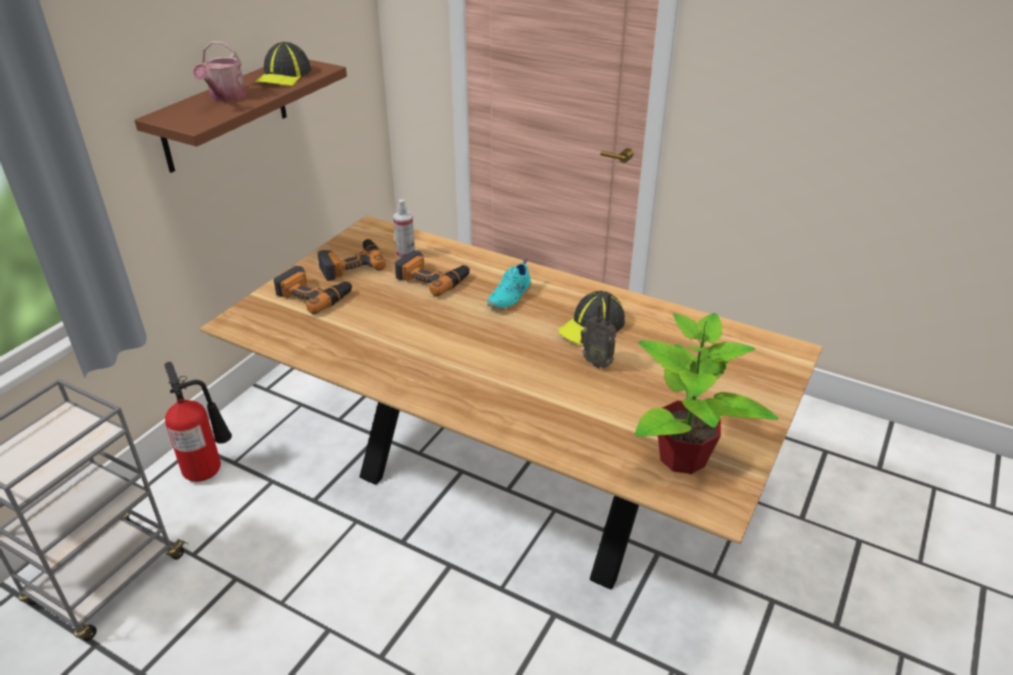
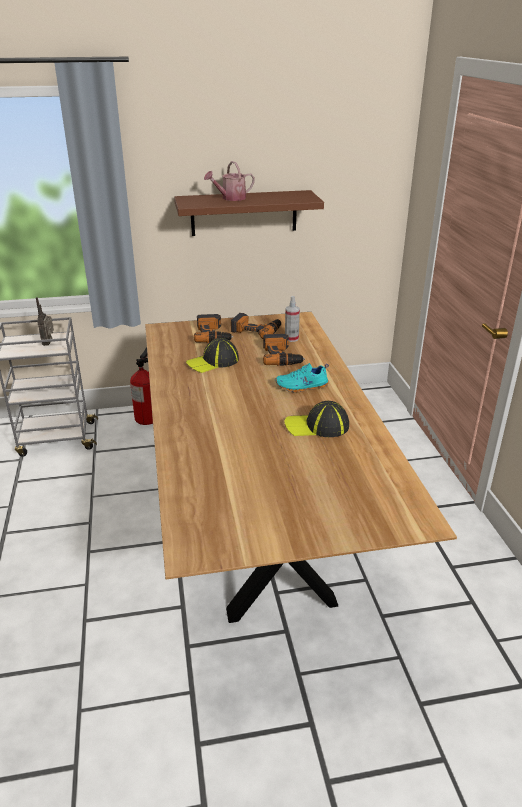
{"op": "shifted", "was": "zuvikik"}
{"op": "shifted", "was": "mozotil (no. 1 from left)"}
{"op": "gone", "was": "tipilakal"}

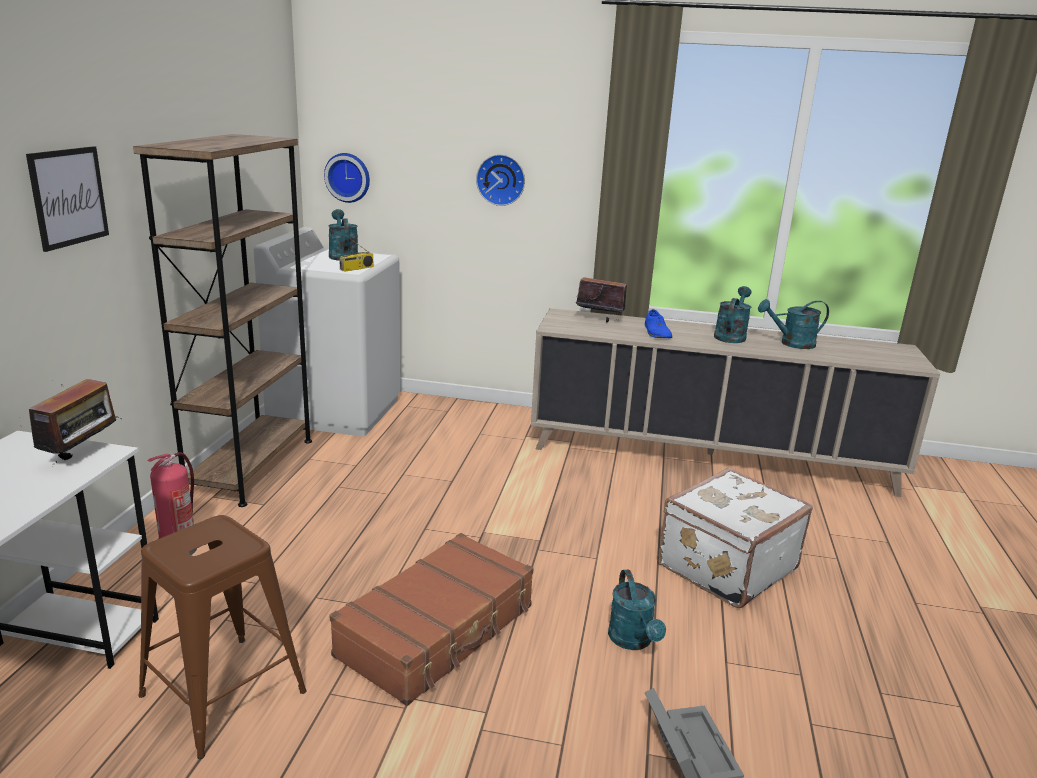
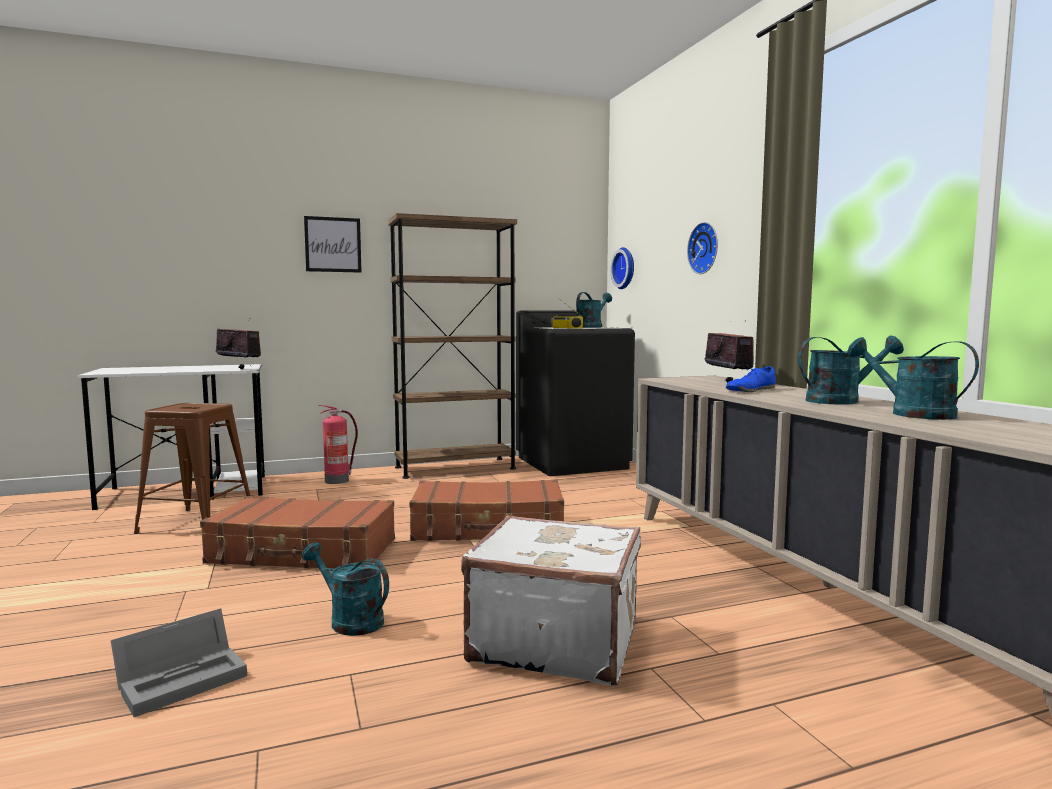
{"op": "rotated", "was": "zuvikik (no. 1 from left)", "clockwise": -135}
{"op": "rotated", "was": "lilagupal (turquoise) (no. 2 from left in the first image)", "clockwise": 75}
{"op": "new", "now": "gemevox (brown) (no. 2 from left)"}
{"op": "repainted", "was": "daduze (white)", "now": "daduze (black)"}

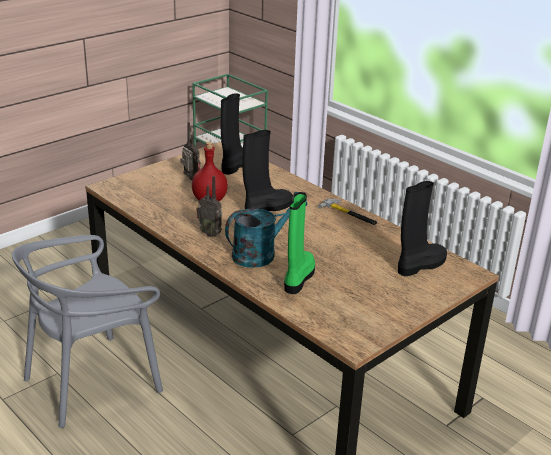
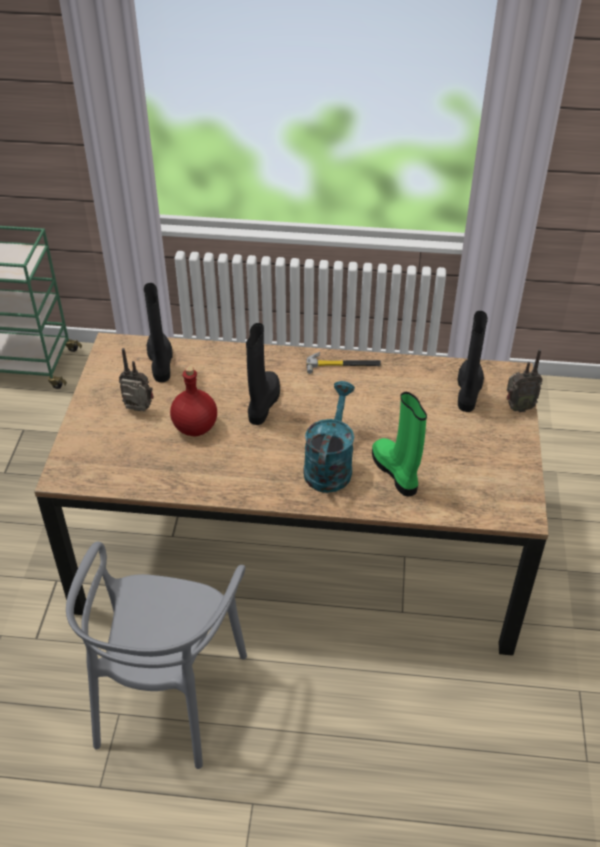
{"op": "shifted", "was": "zuvikik (no. 2 from left)"}

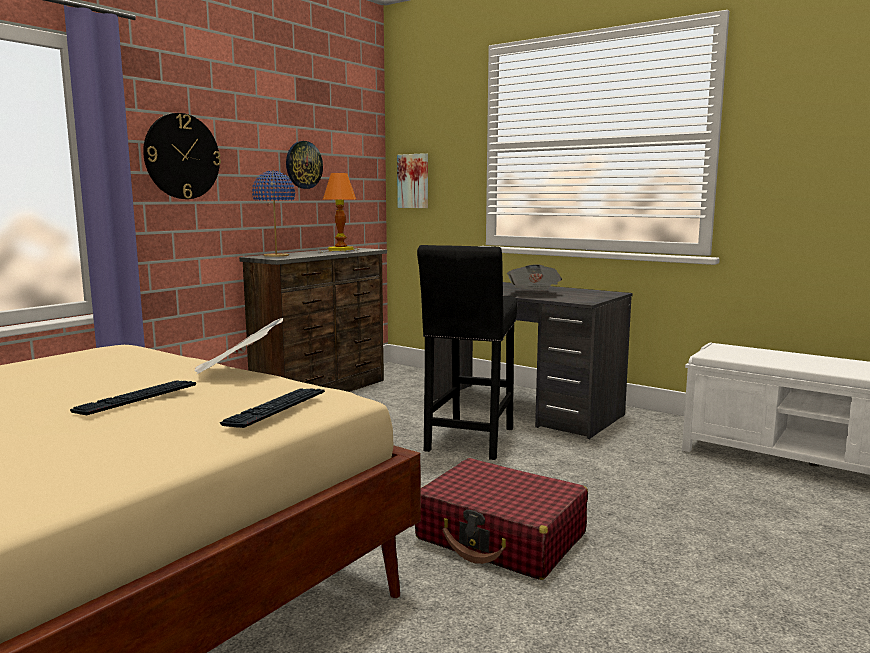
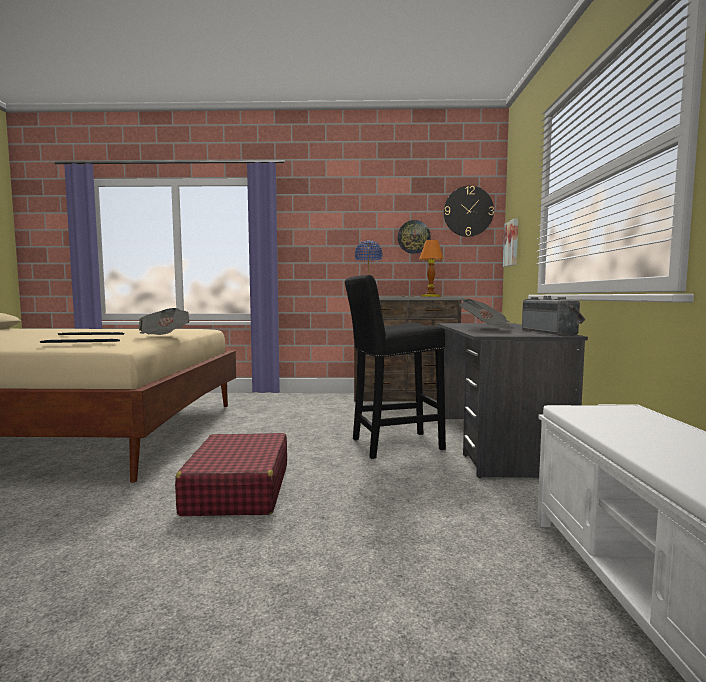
{"op": "shifted", "was": "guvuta (no. 1 from left in the first image)", "now": "guvuta (no. 2 from left)"}
{"op": "new", "now": "zuvikik"}

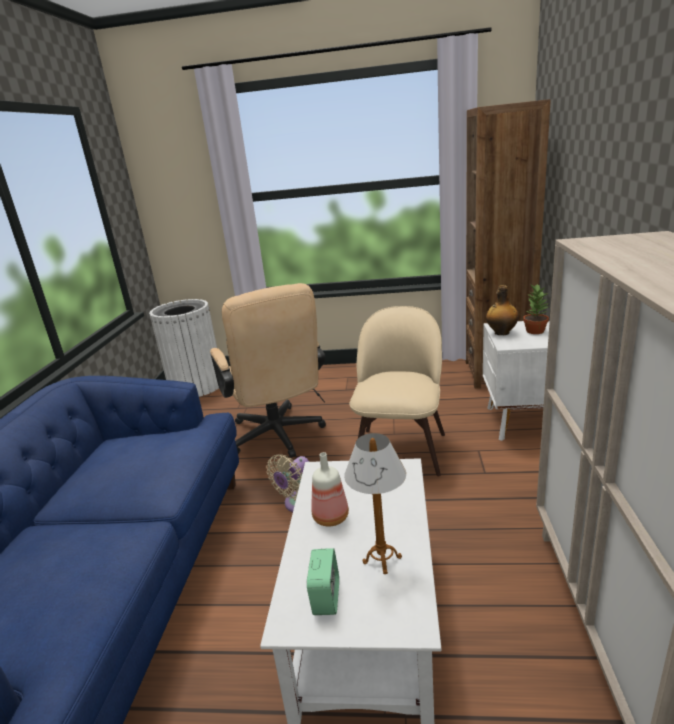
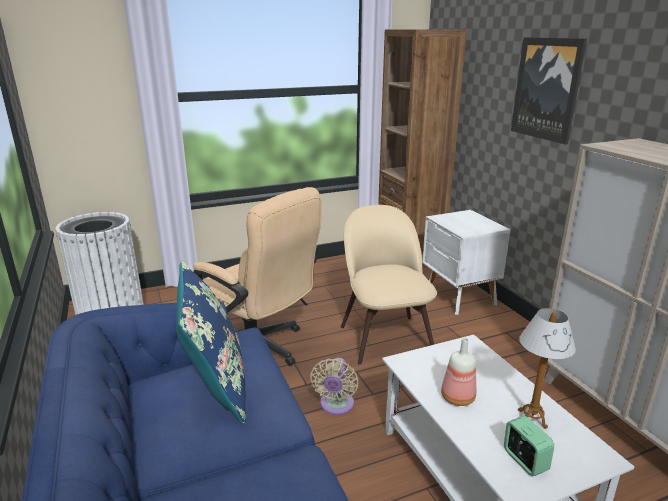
{"op": "new", "now": "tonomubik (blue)"}
{"op": "new", "now": "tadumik"}
{"op": "gone", "was": "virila (no. 2 from left)"}
{"op": "gone", "was": "tipilakal"}

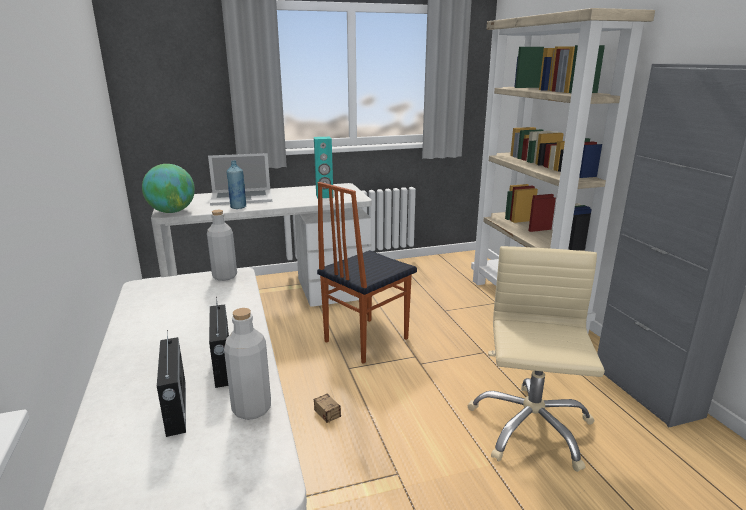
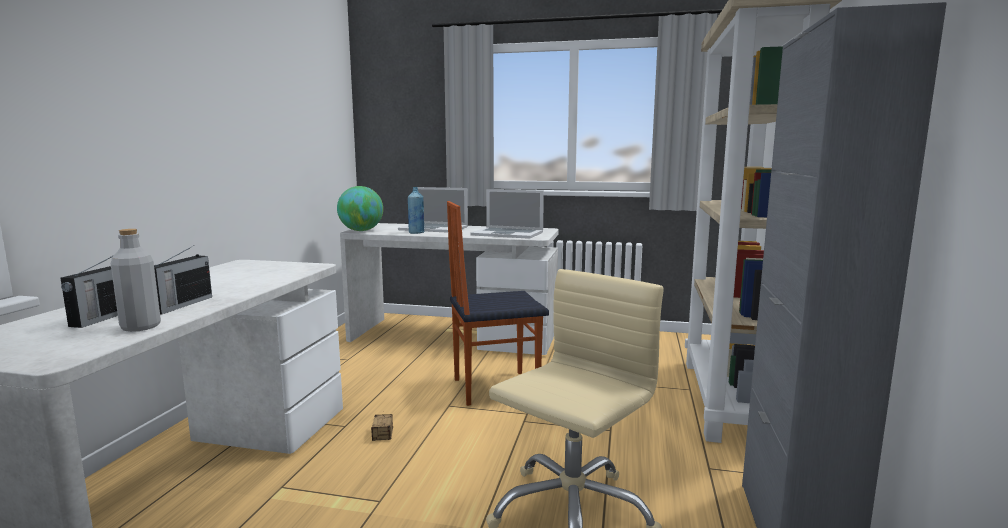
{"op": "swapped", "was": "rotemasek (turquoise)", "now": "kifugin (no. 2 from left)"}
{"op": "gone", "was": "virila (grey) (no. 1 from left)"}

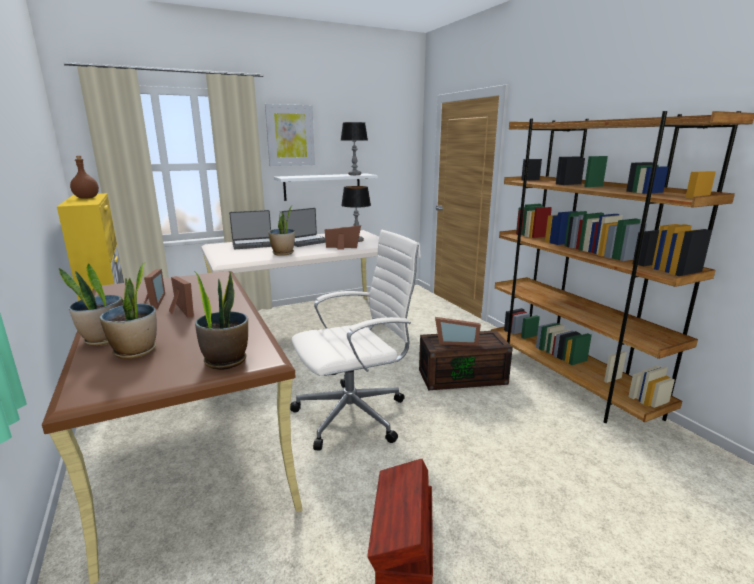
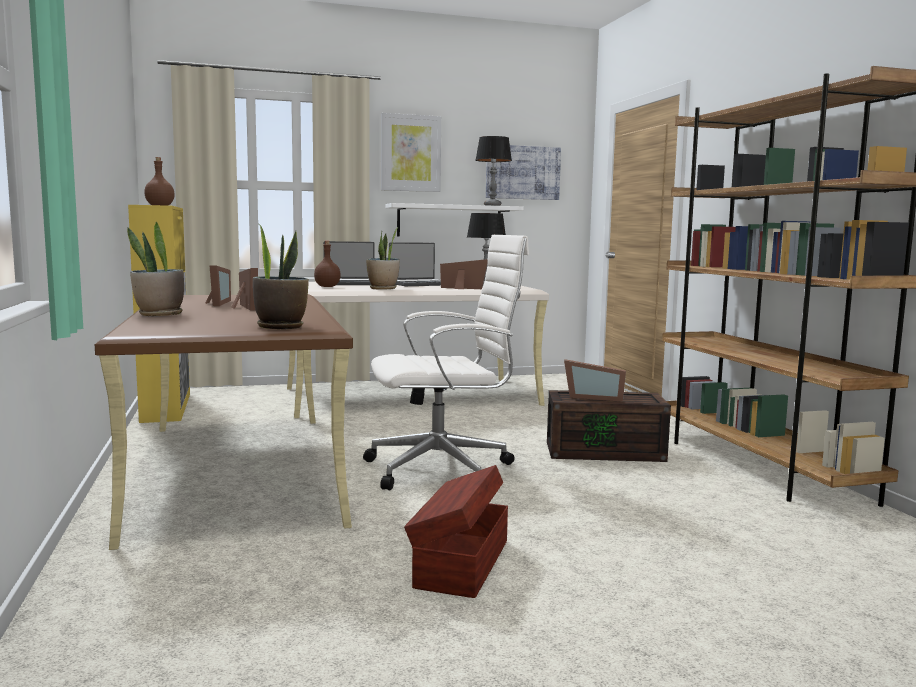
{"op": "new", "now": "virila (brown) (no. 2 from left)"}
{"op": "new", "now": "tadumik (no. 2 from left)"}
{"op": "gone", "was": "tipilakal (no. 2 from left)"}

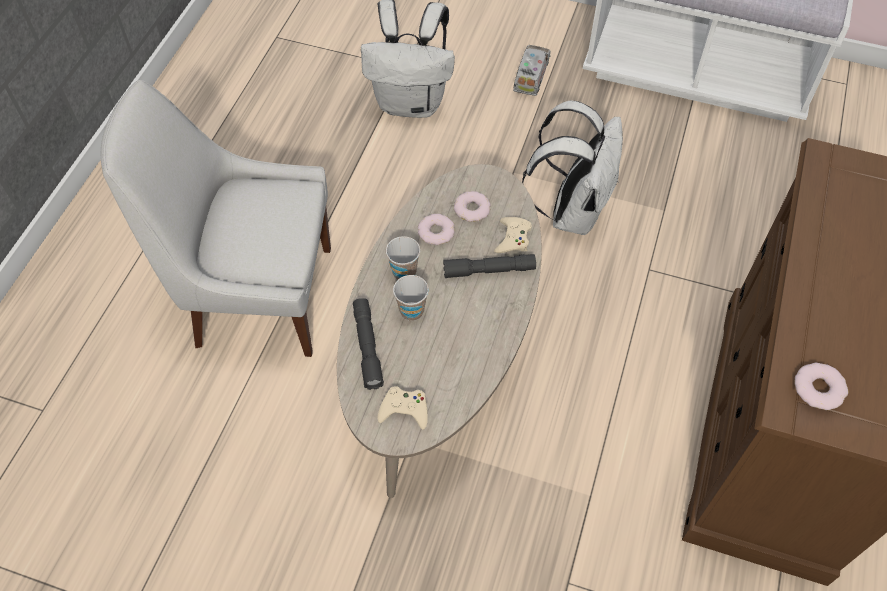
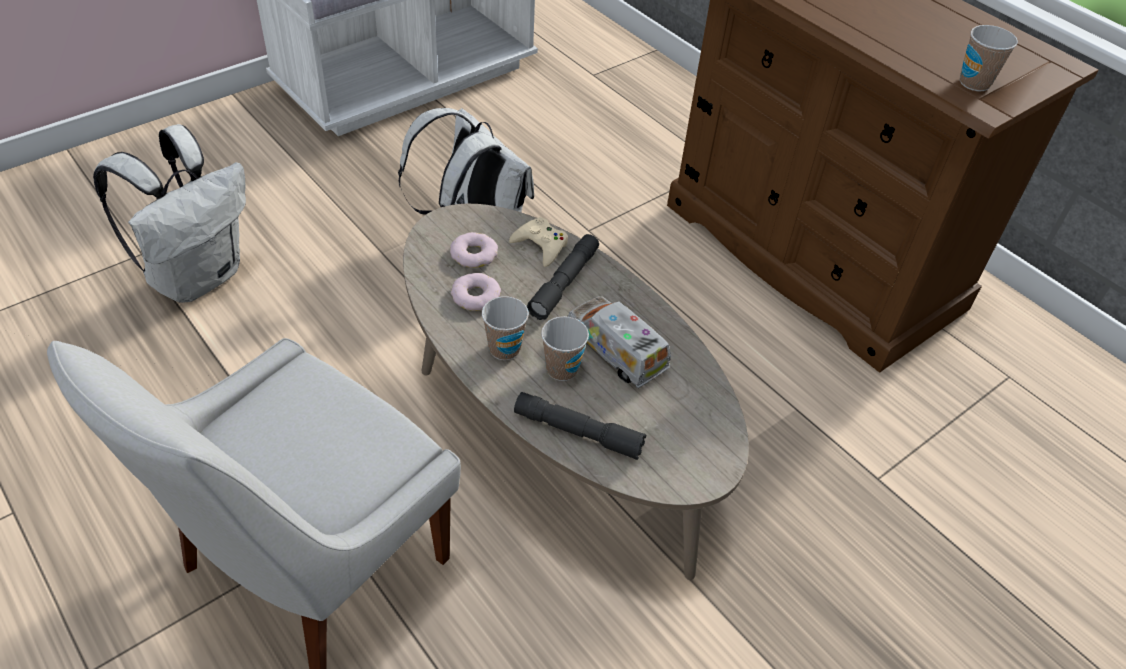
{"op": "shifted", "was": "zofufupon"}
{"op": "swapped", "was": "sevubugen (no. 3 from left)", "now": "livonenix (no. 3 from left)"}
{"op": "gone", "was": "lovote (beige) (no. 1 from left)"}

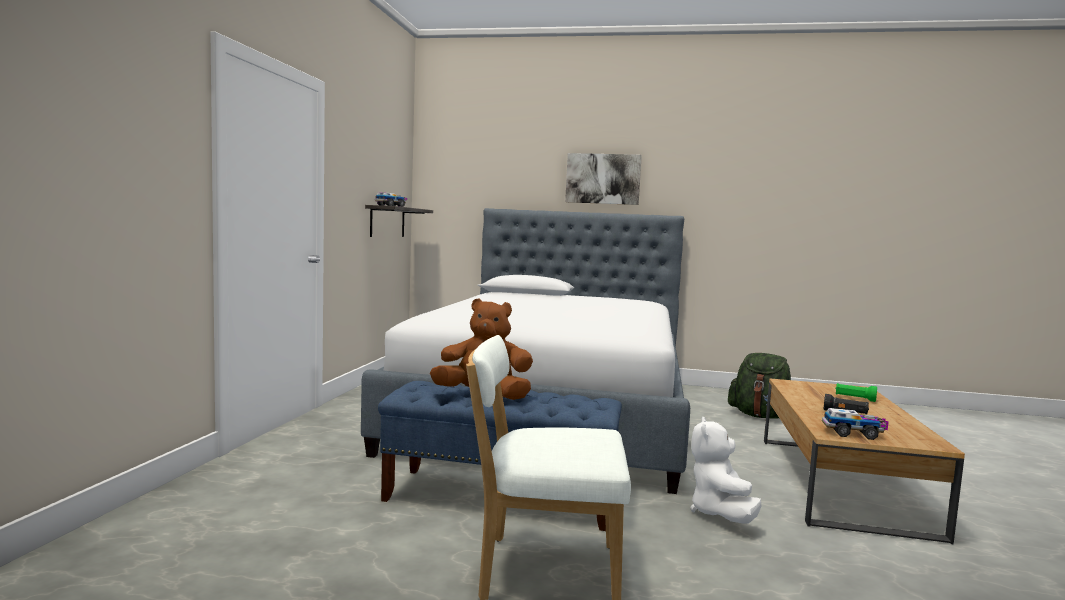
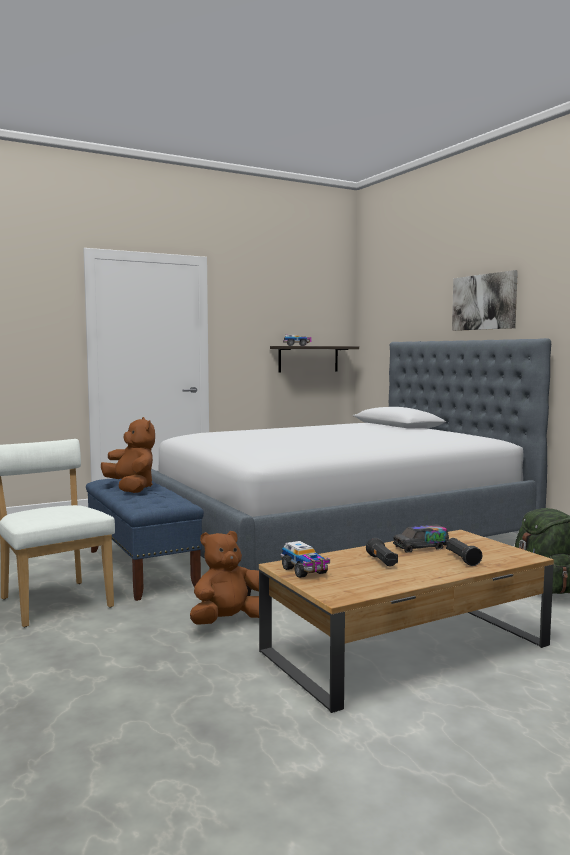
{"op": "repainted", "was": "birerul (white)", "now": "birerul (brown) (no. 2 from left)"}
{"op": "new", "now": "zofufupon (no. 3 from left)"}
{"op": "repainted", "was": "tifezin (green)", "now": "tifezin (black) (no. 2 from left)"}

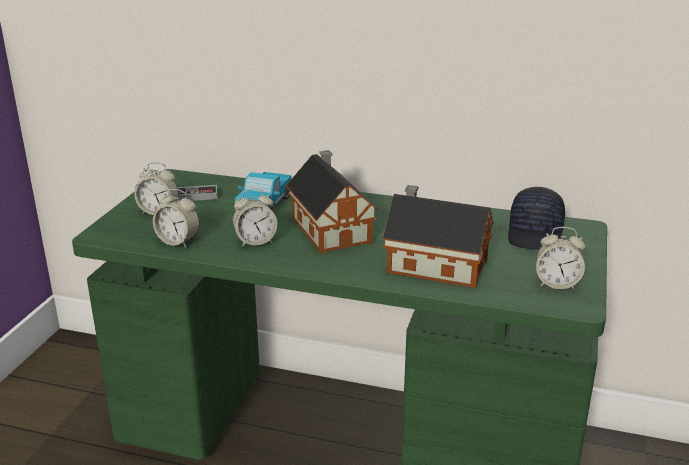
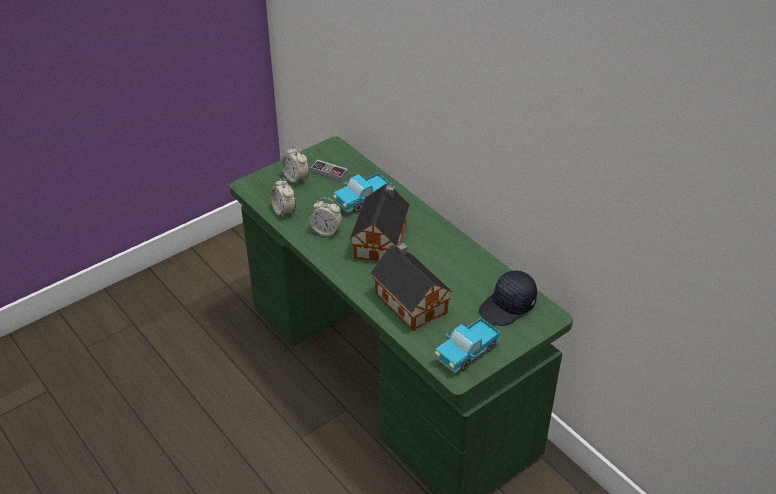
{"op": "swapped", "was": "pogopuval (no. 4 from left)", "now": "zofufupon (no. 2 from left)"}

